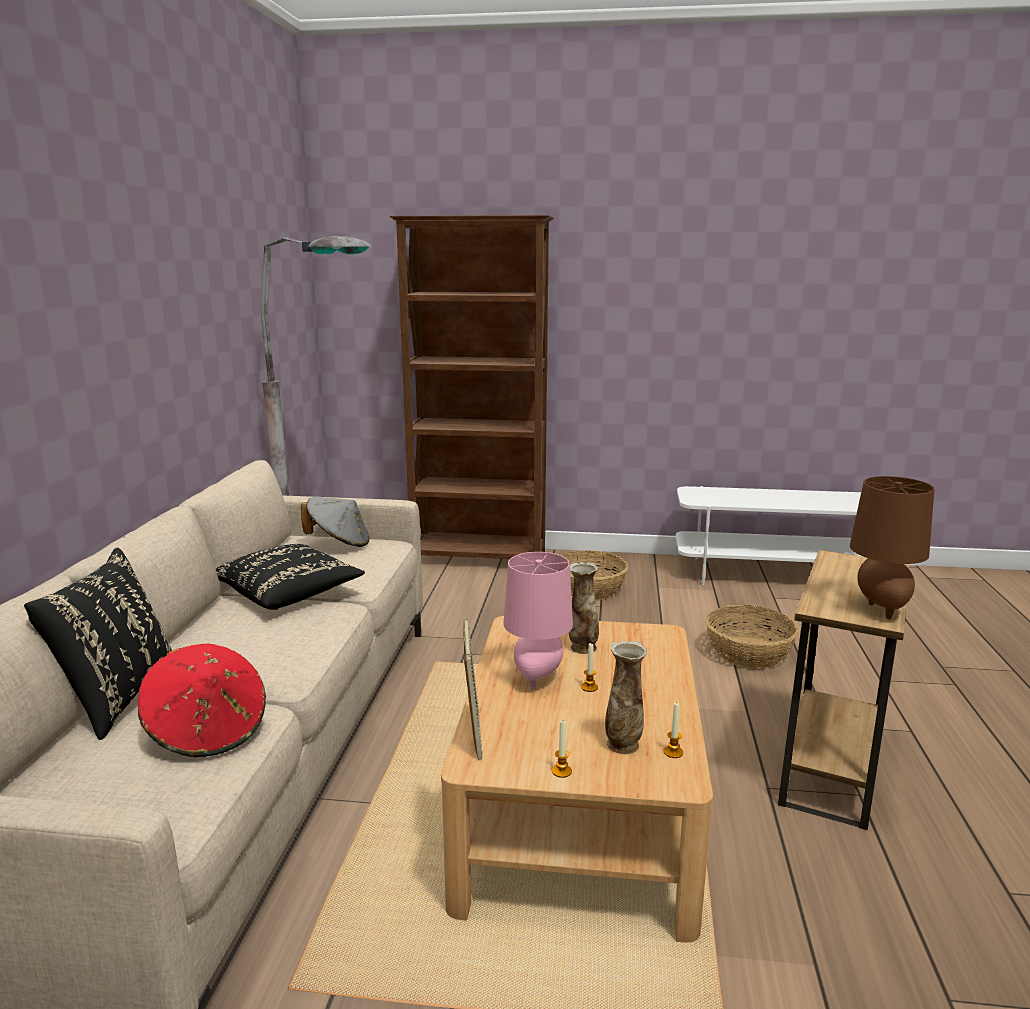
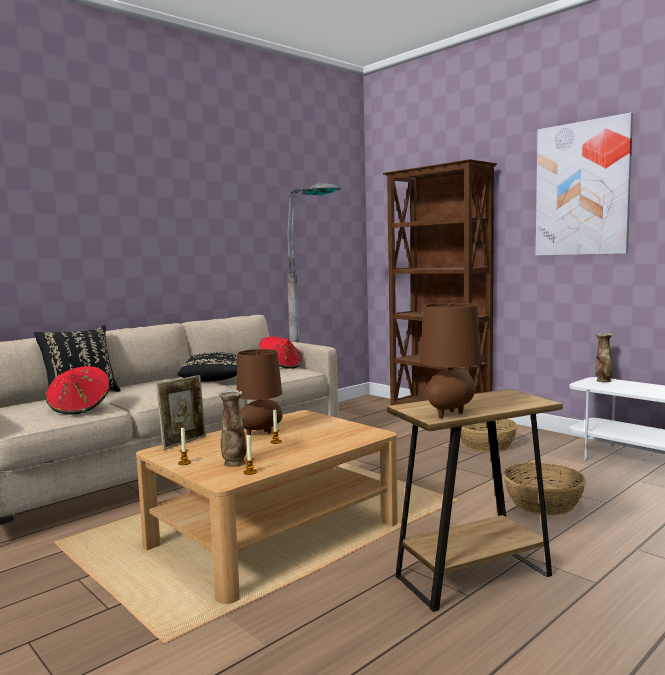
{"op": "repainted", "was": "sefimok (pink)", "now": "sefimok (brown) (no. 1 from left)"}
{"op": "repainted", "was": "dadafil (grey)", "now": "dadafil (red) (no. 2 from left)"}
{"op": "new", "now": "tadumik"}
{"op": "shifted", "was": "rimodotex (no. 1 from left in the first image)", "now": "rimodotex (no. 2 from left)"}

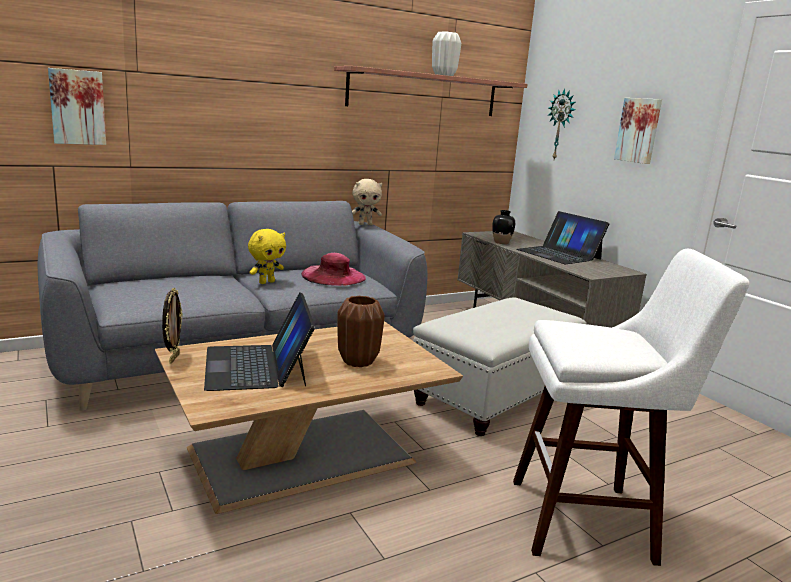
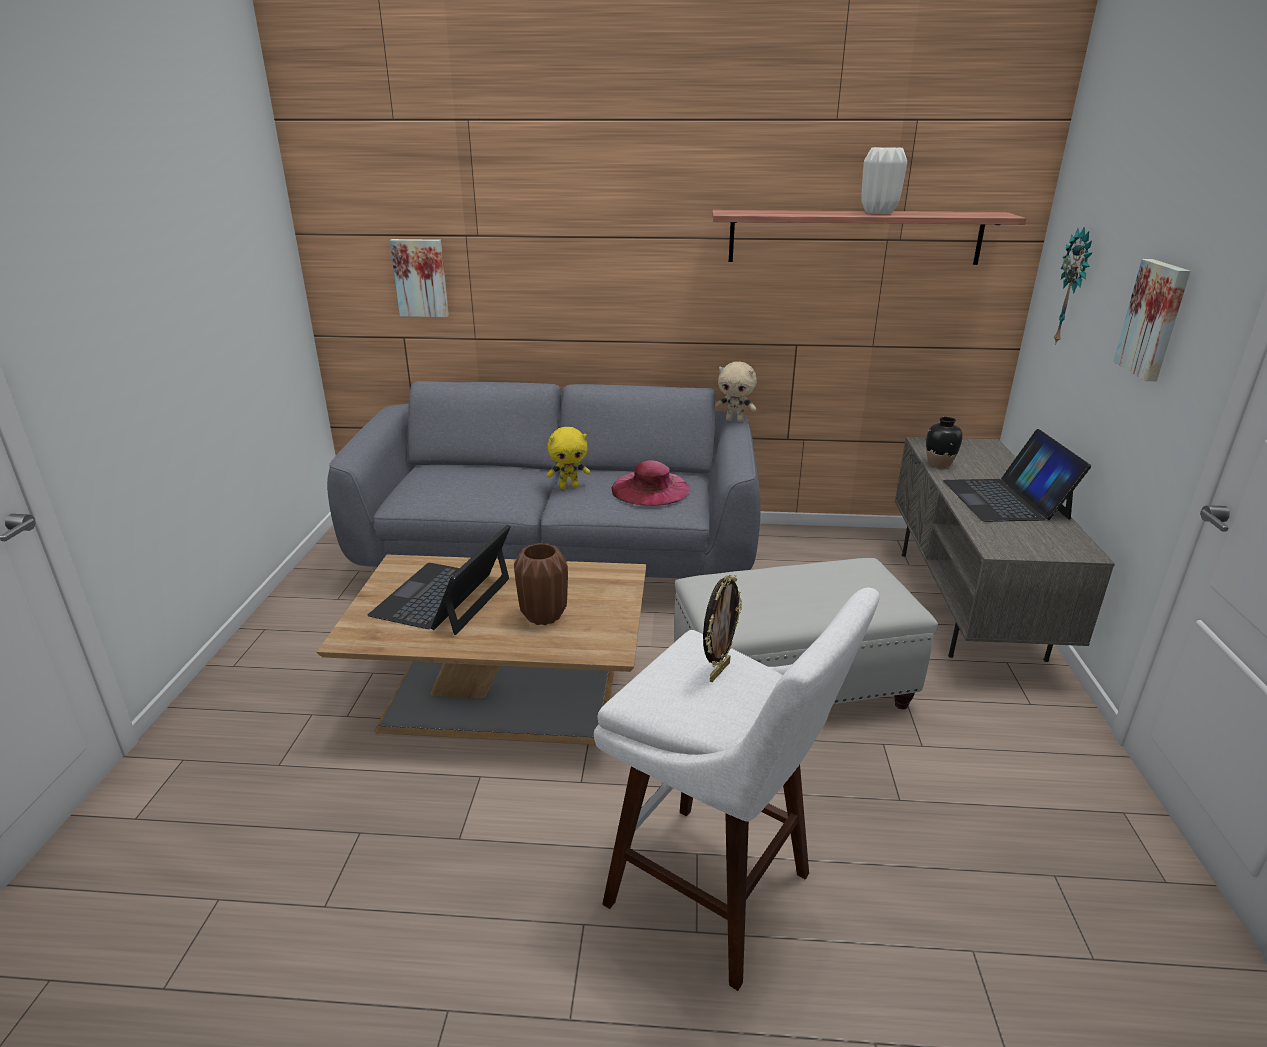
{"op": "shifted", "was": "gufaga"}

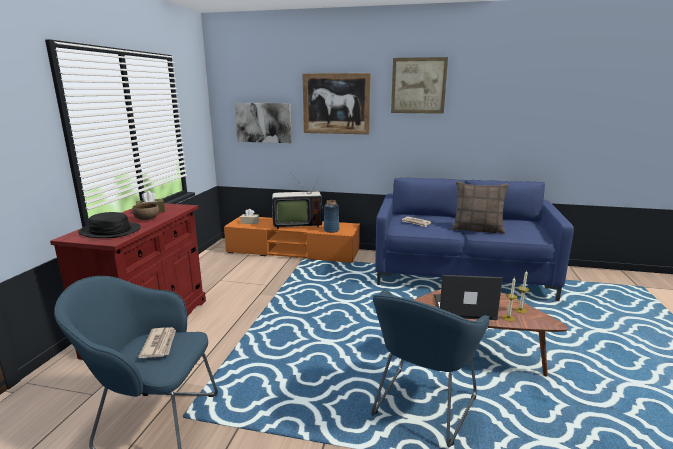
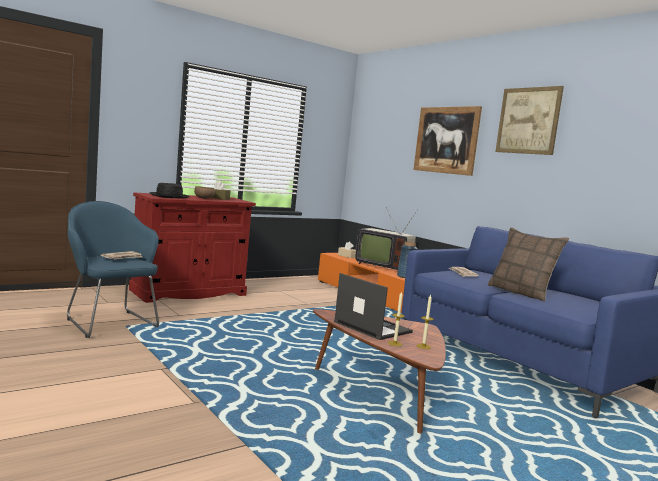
{"op": "gone", "was": "tadumik (no. 1 from left)"}
{"op": "gone", "was": "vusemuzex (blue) (no. 2 from left)"}

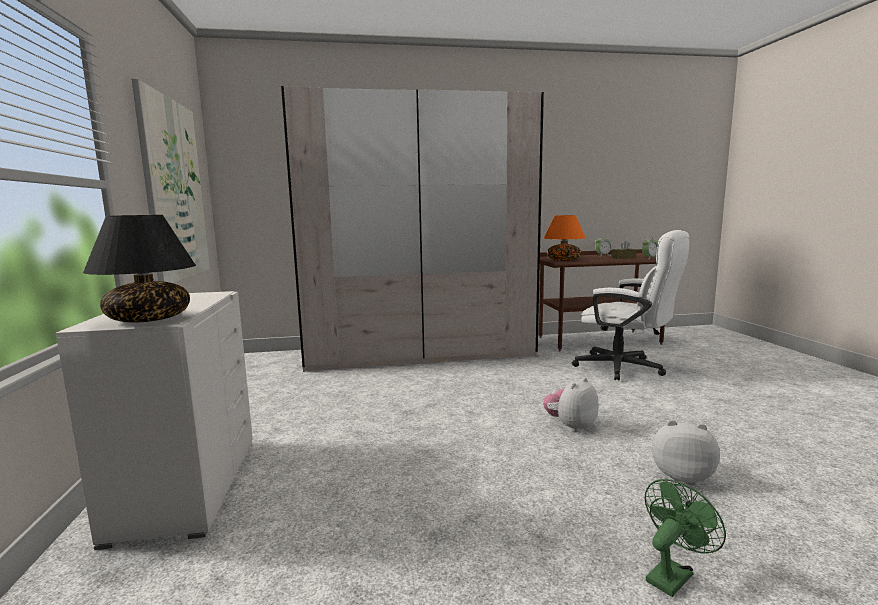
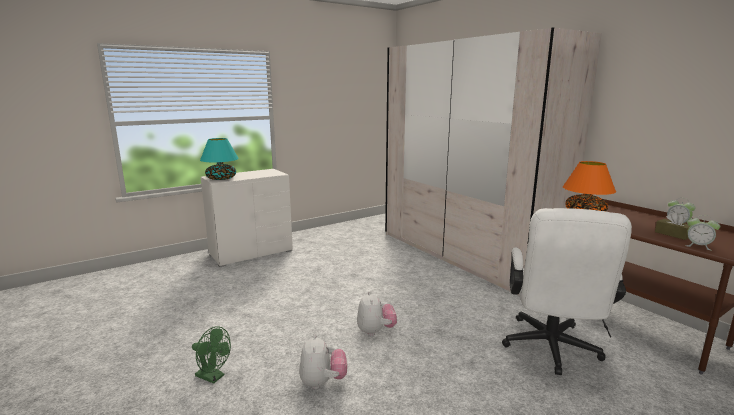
{"op": "repainted", "was": "sefimok (black)", "now": "sefimok (turquoise)"}
{"op": "rotated", "was": "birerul (no. 1 from left in the first image)", "clockwise": 60}
{"op": "gone", "was": "tadumik"}

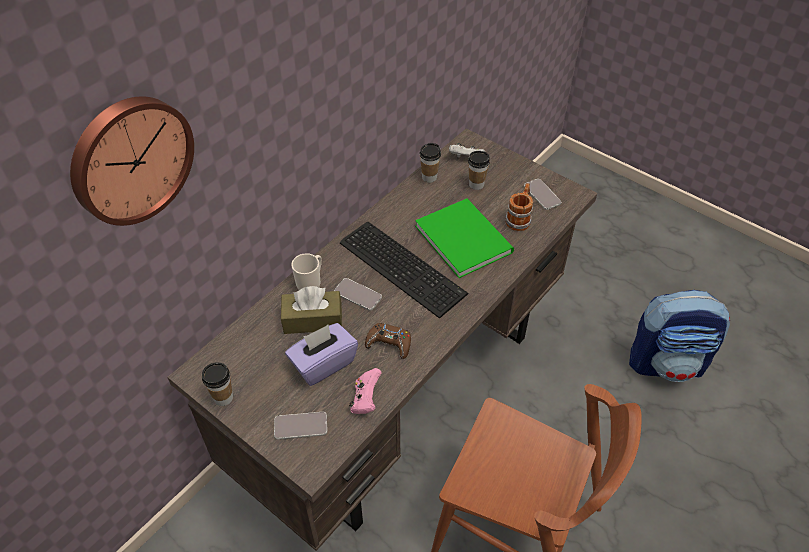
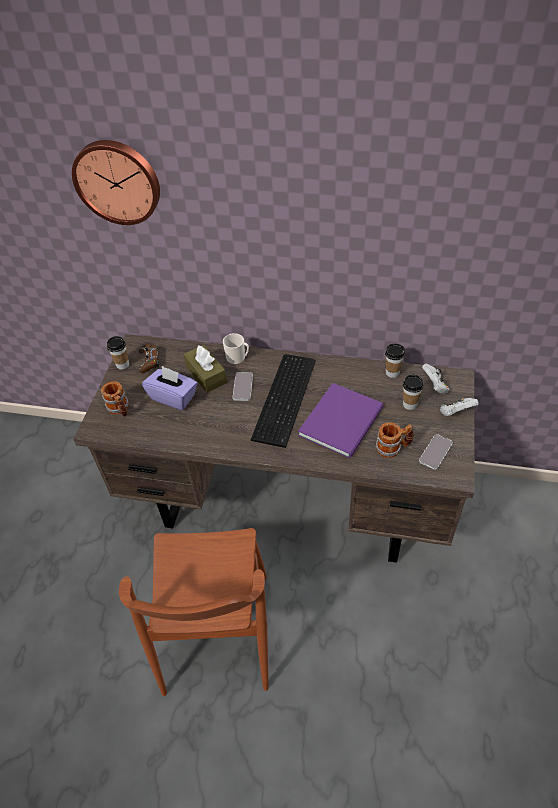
{"op": "swapped", "was": "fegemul (no. 1 from left)", "now": "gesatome (no. 1 from left)"}
{"op": "shifted", "was": "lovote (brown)"}
{"op": "repainted", "was": "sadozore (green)", "now": "sadozore (purple)"}
{"op": "new", "now": "lovote (white) (no. 2 from left)"}
{"op": "gone", "was": "lovote (pink)"}
{"op": "gone", "was": "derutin"}

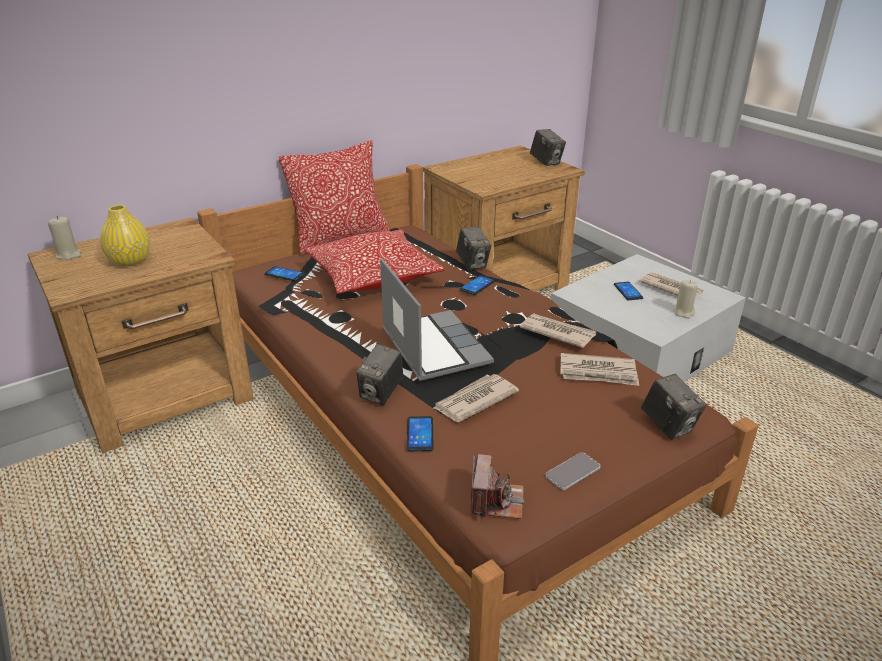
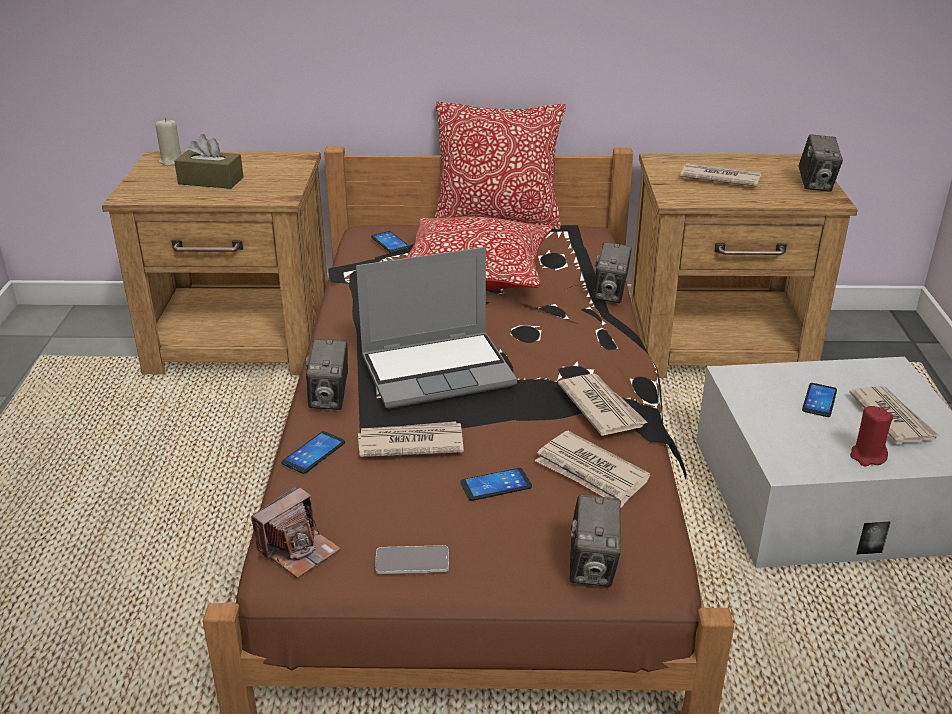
{"op": "swapped", "was": "rimodotex (yellow)", "now": "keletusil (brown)"}
{"op": "rotated", "was": "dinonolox (no. 1 from left in the first image)", "clockwise": -60}
{"op": "rotated", "was": "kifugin", "clockwise": 60}
{"op": "shifted", "was": "fegemul (no. 3 from left in the first image)", "now": "fegemul (no. 4 from left)"}
{"op": "new", "now": "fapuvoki (no. 4 from left)"}
{"op": "repainted", "was": "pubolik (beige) (no. 2 from left)", "now": "pubolik (red)"}

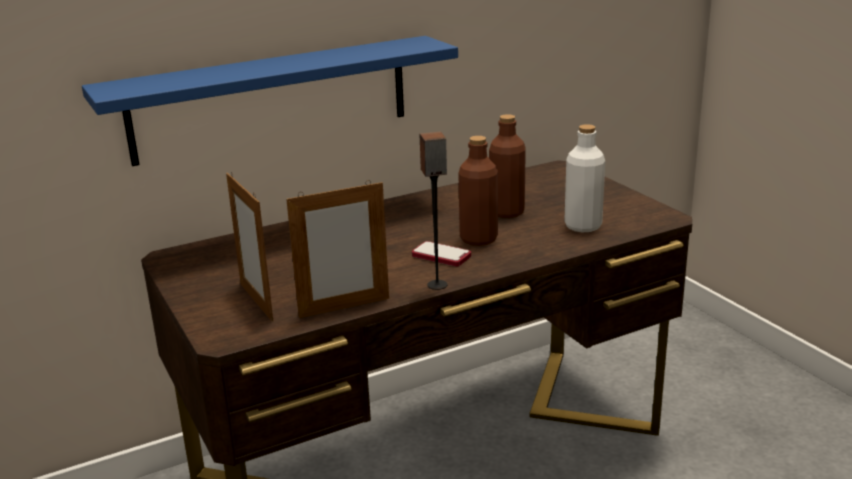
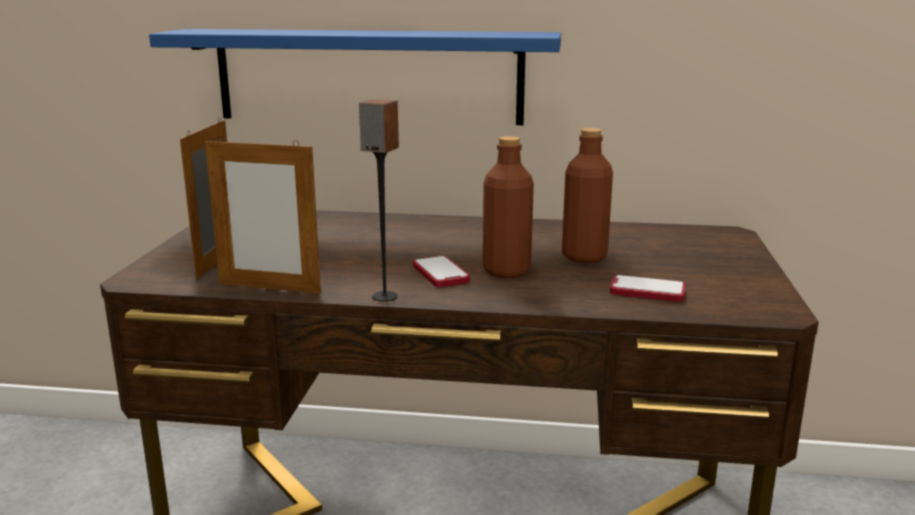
{"op": "swapped", "was": "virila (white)", "now": "fegemul (no. 2 from left)"}

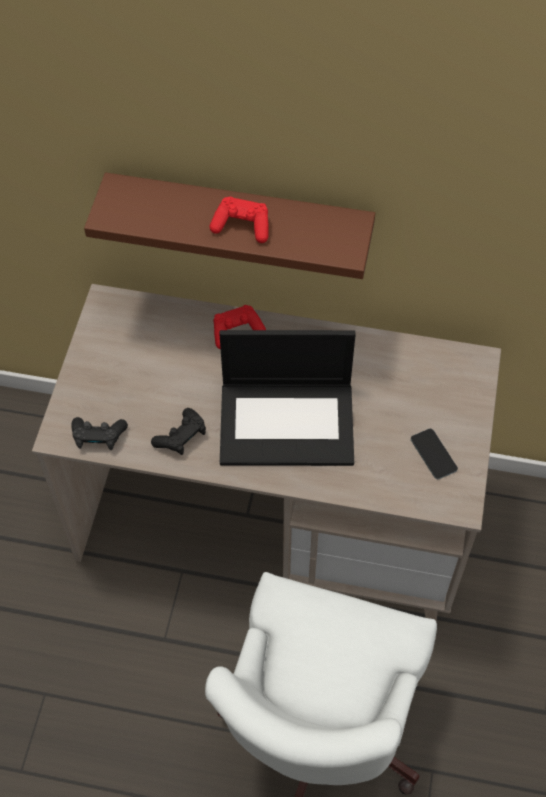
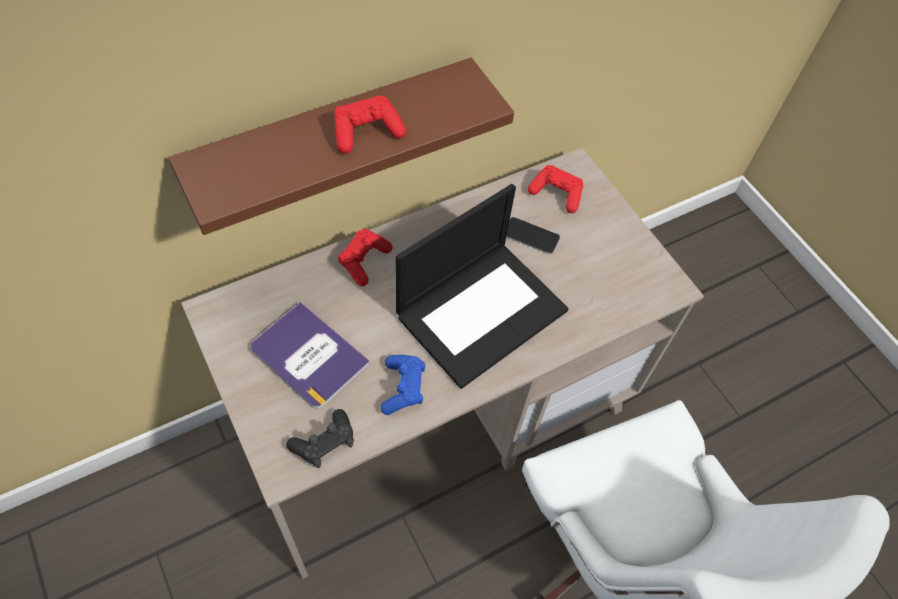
{"op": "new", "now": "sadozore"}
{"op": "repainted", "was": "lovote (black) (no. 2 from left)", "now": "lovote (blue)"}
{"op": "shifted", "was": "fegemul"}
{"op": "new", "now": "lovote (red) (no. 3 from left)"}

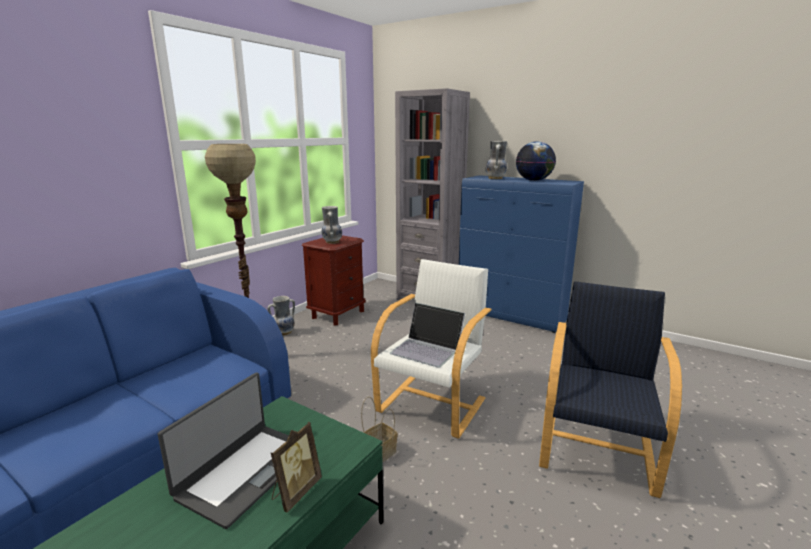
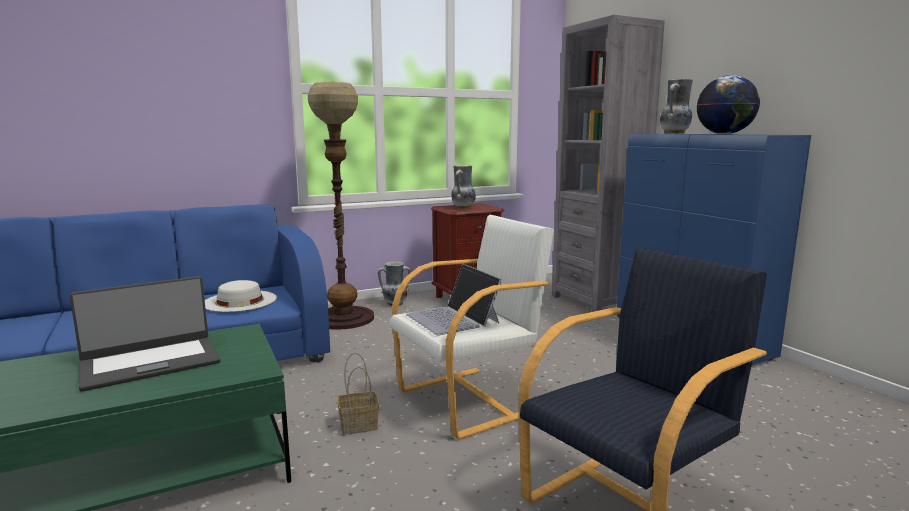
{"op": "new", "now": "dadafil (white)"}
{"op": "gone", "was": "gufaga"}

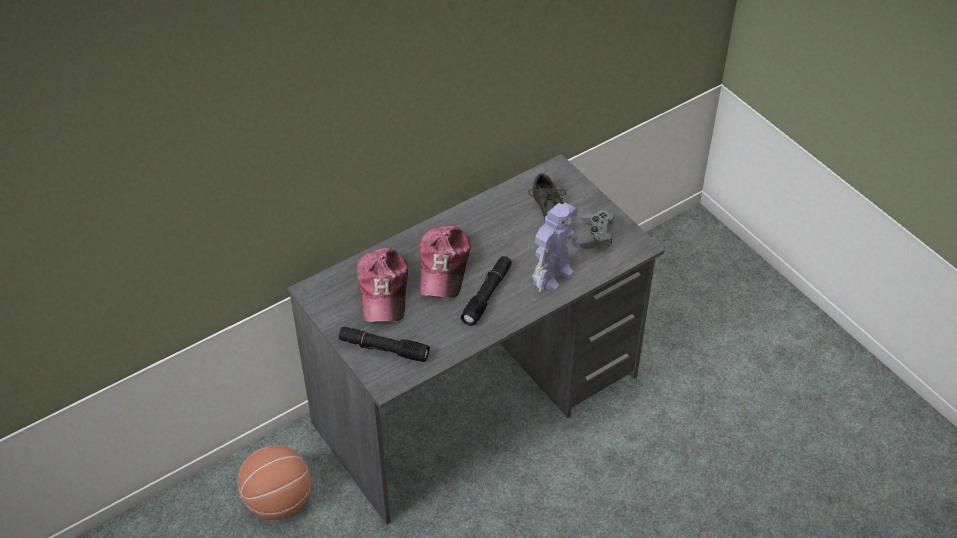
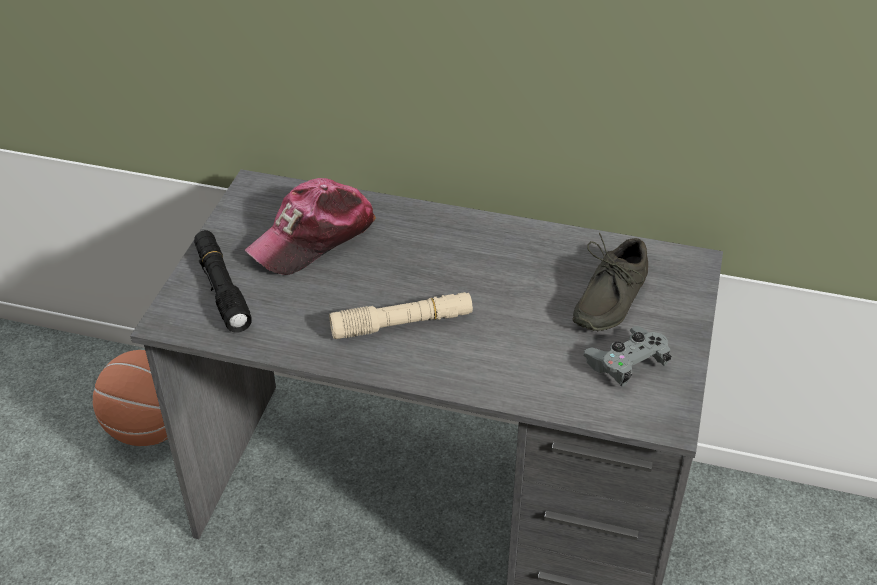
{"op": "repainted", "was": "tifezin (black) (no. 2 from left)", "now": "tifezin (beige)"}
{"op": "gone", "was": "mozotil (no. 2 from left)"}
{"op": "gone", "was": "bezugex"}

